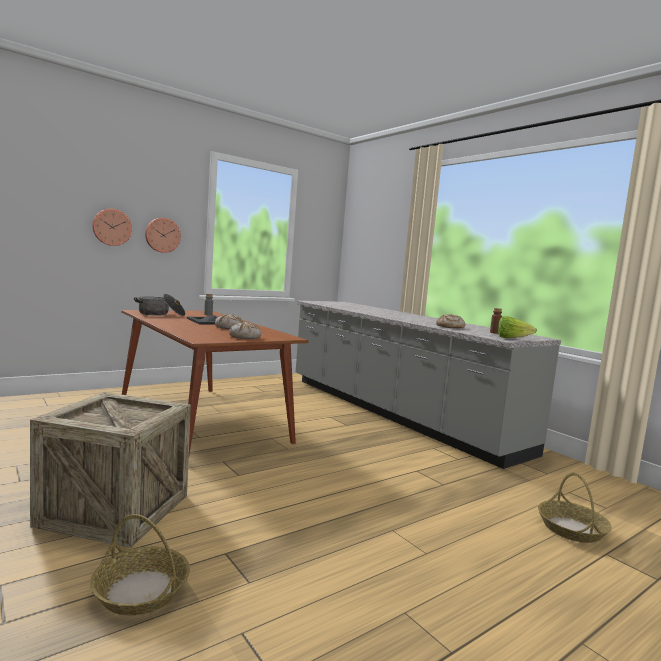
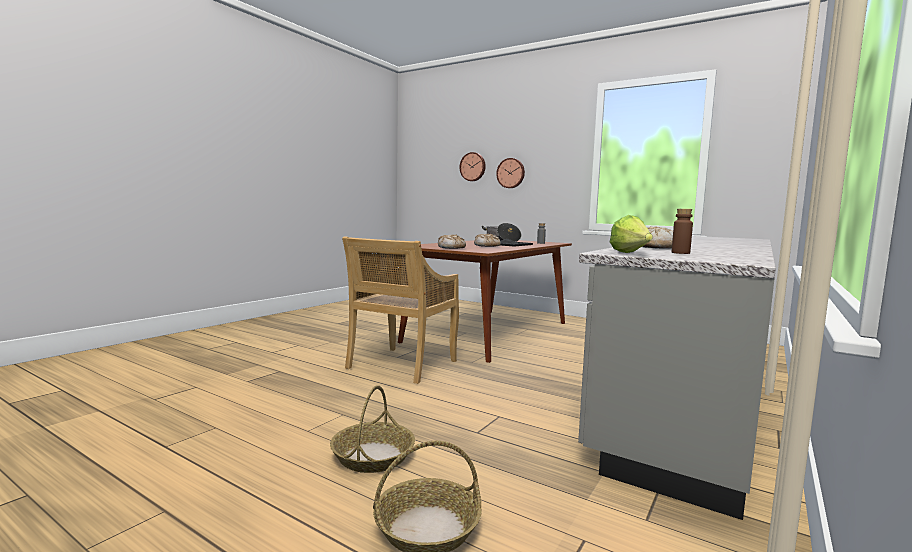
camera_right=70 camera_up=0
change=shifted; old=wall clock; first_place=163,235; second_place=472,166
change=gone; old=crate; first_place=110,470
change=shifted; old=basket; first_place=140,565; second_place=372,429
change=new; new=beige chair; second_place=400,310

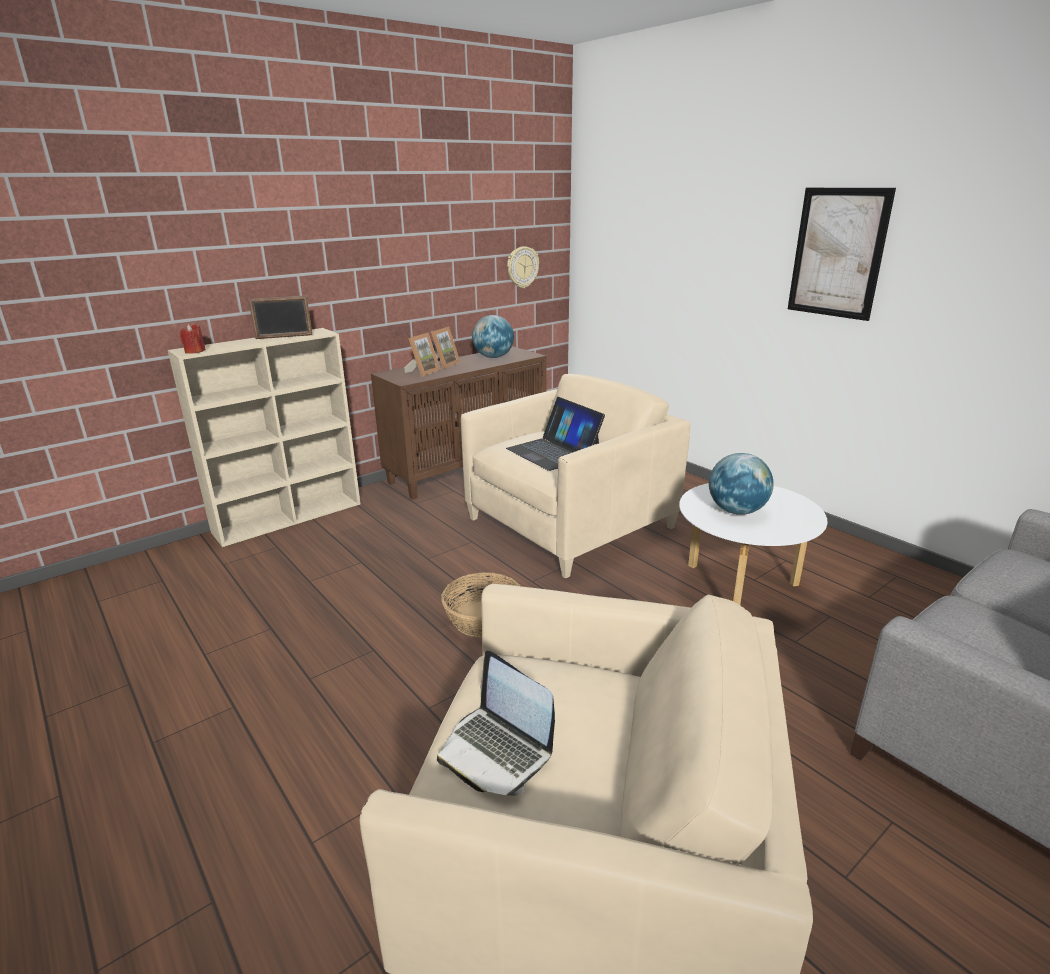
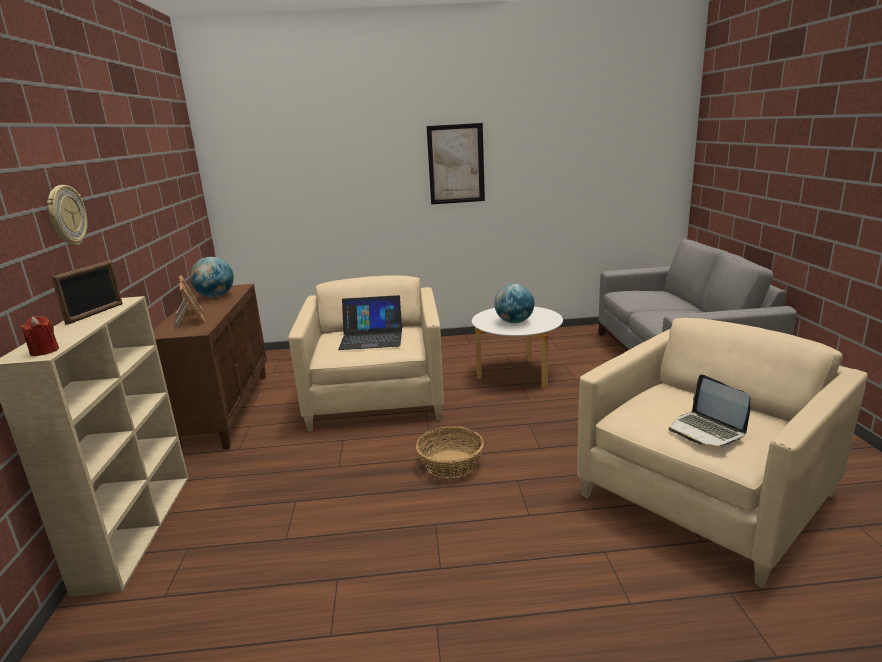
camera_right=-55 camera_up=-5
change=shifted; old=wall clock; first_place=523,267; second_place=67,215
change=rotated; old=laptop; first_place=496,723; second_place=709,410; degrees=75

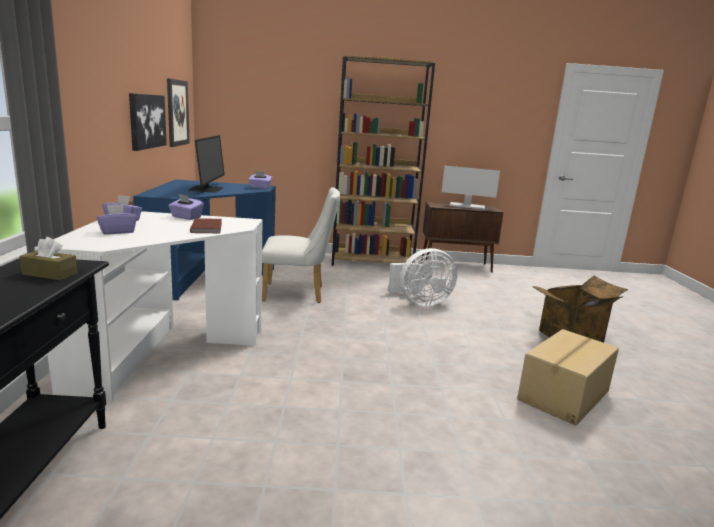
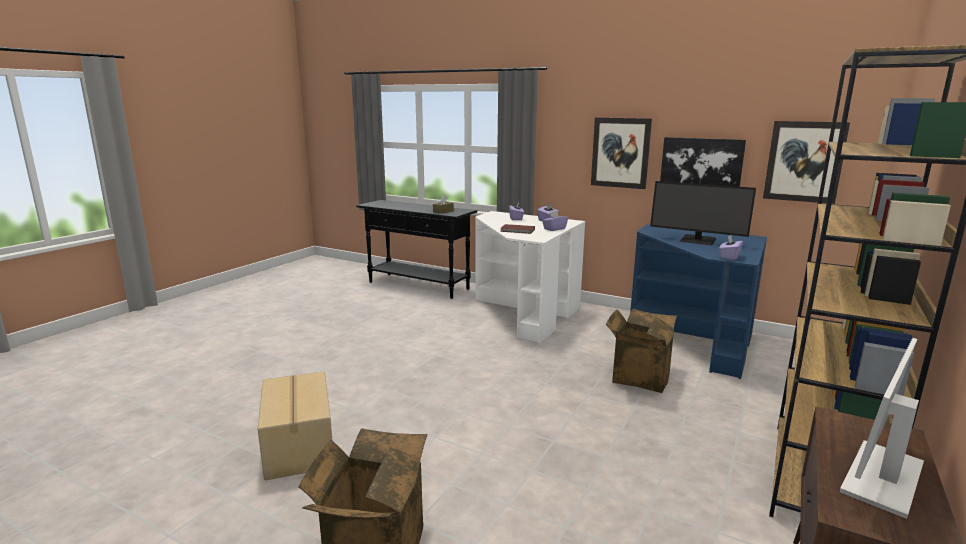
camera_right=120 camera_up=0
change=swapped; old=white chair; new=cardboard box; first_place=301,245; second_place=641,351
change=gone; old=white fan; first_place=423,277
change=new; new=picture; second_place=621,153

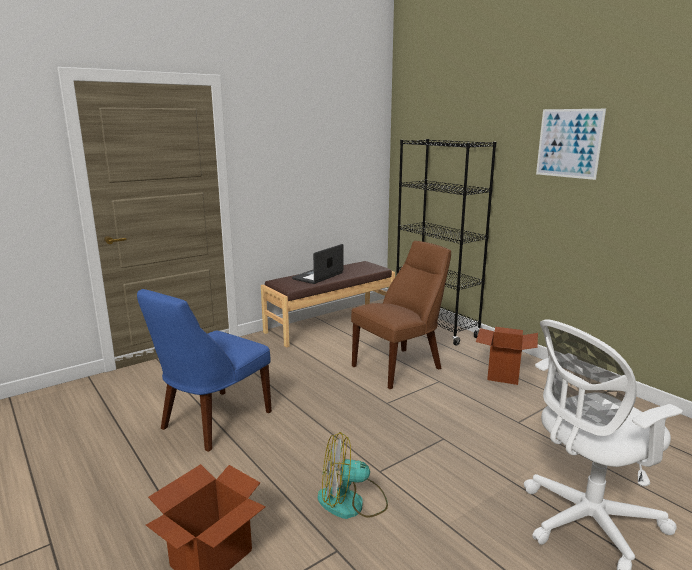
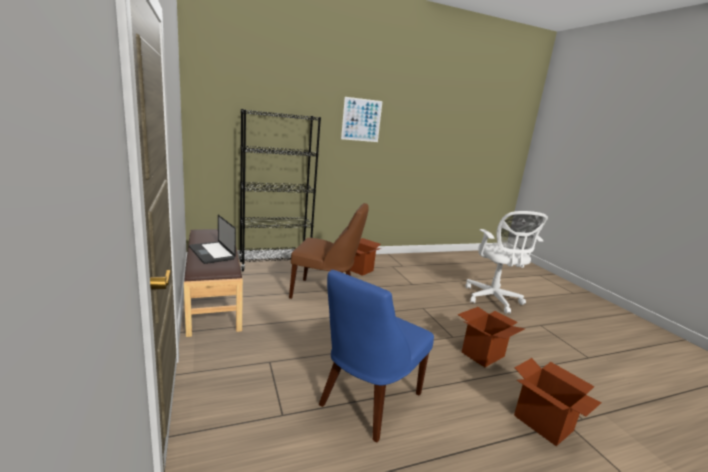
camera_right=-75 camera_up=0
change=rotated; old=brown chair; first_place=401,315; second_place=329,251; degrees=120
change=rotated; old=blue chair; first_place=204,370; second_place=376,356; degrees=75
change=swapped; old=fan; new=cardboard box; first_place=353,475; second_place=491,337

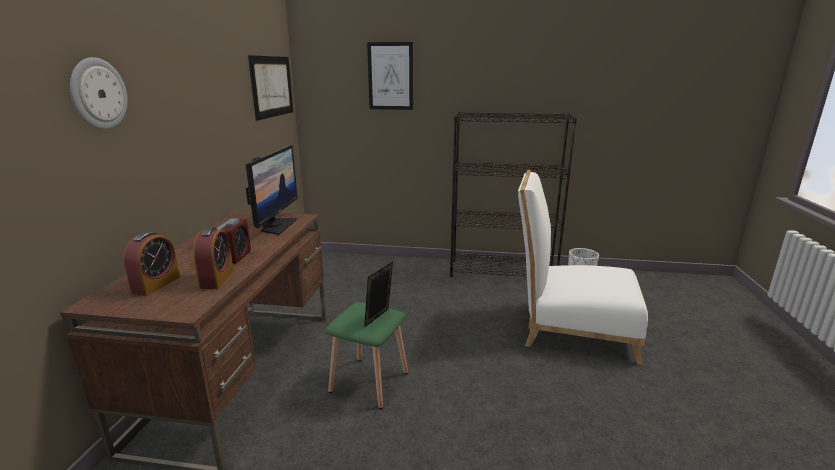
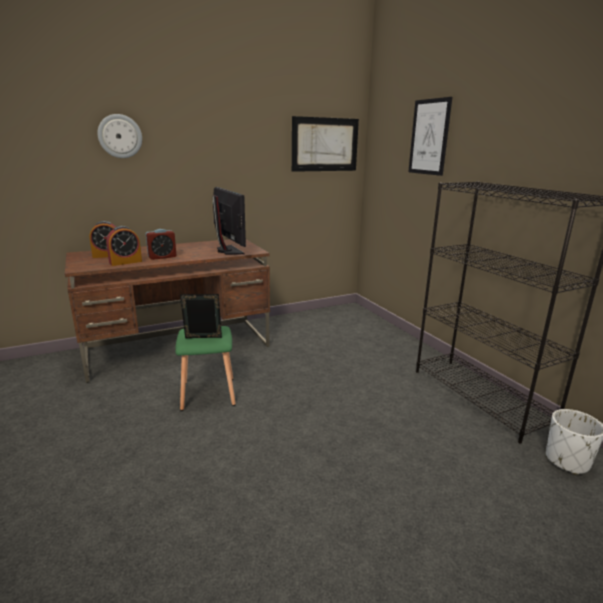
camera_right=55 camera_up=0
change=rotated; old=monitor; first_place=272,190; second_place=229,221; degrees=-90
change=gone; old=white chair; first_place=583,267

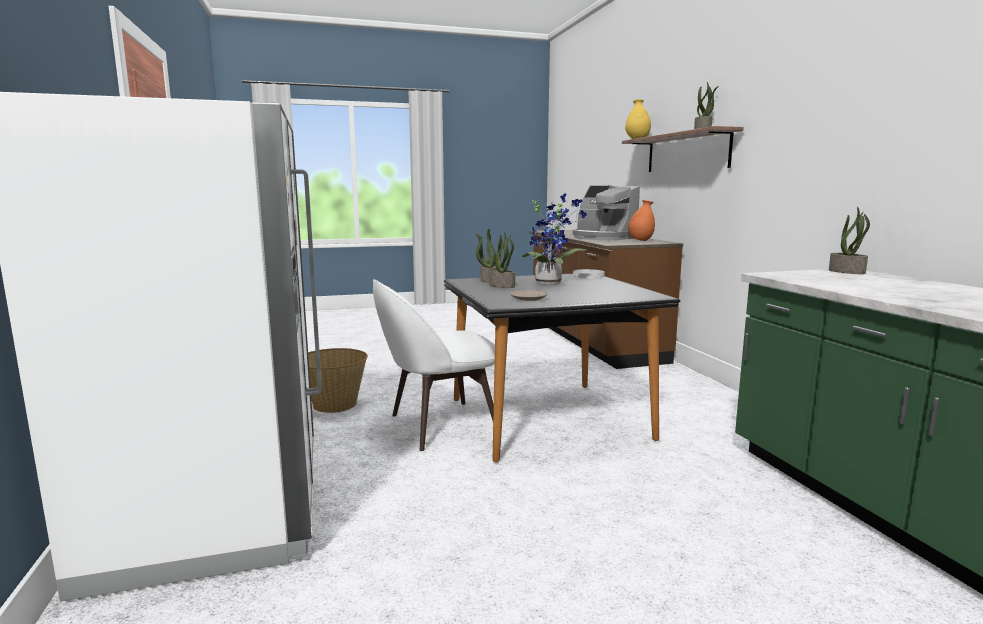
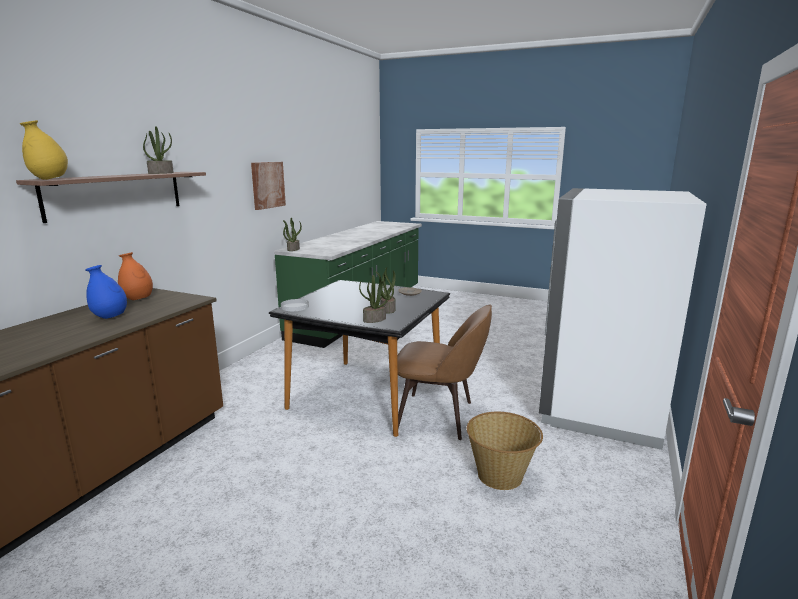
camera_right=-140 camera_up=5
change=swapped; old=coffee machine; new=blue vase; first_place=606,213; second_place=106,292
change=gone; old=potted plant; first_place=555,239
change=repainted; old=white chair; new=brown chair; first_place=433,365; second_place=444,372
change=new; new=picture; second_place=268,186

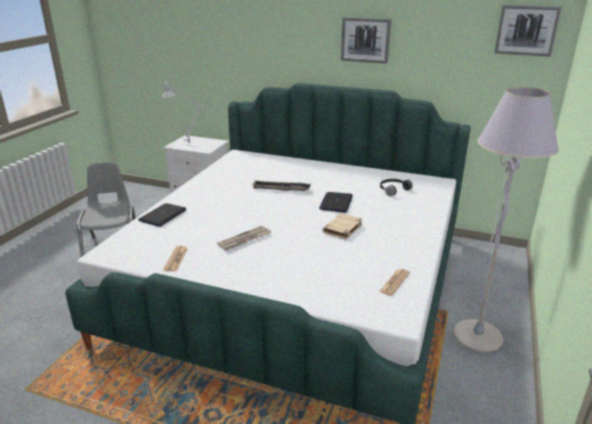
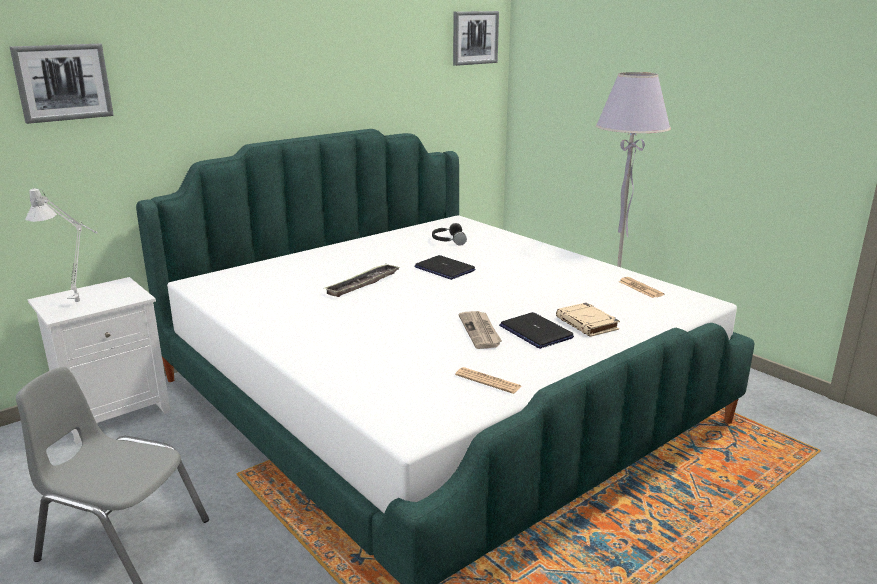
camera_right=-60 camera_up=-5
change=shifted; old=picture; first_place=366,40; second_place=62,84
change=shifted; old=laptop; first_place=162,215; second_place=536,330
change=shifted; old=beige book; first_place=343,226; second_place=588,320

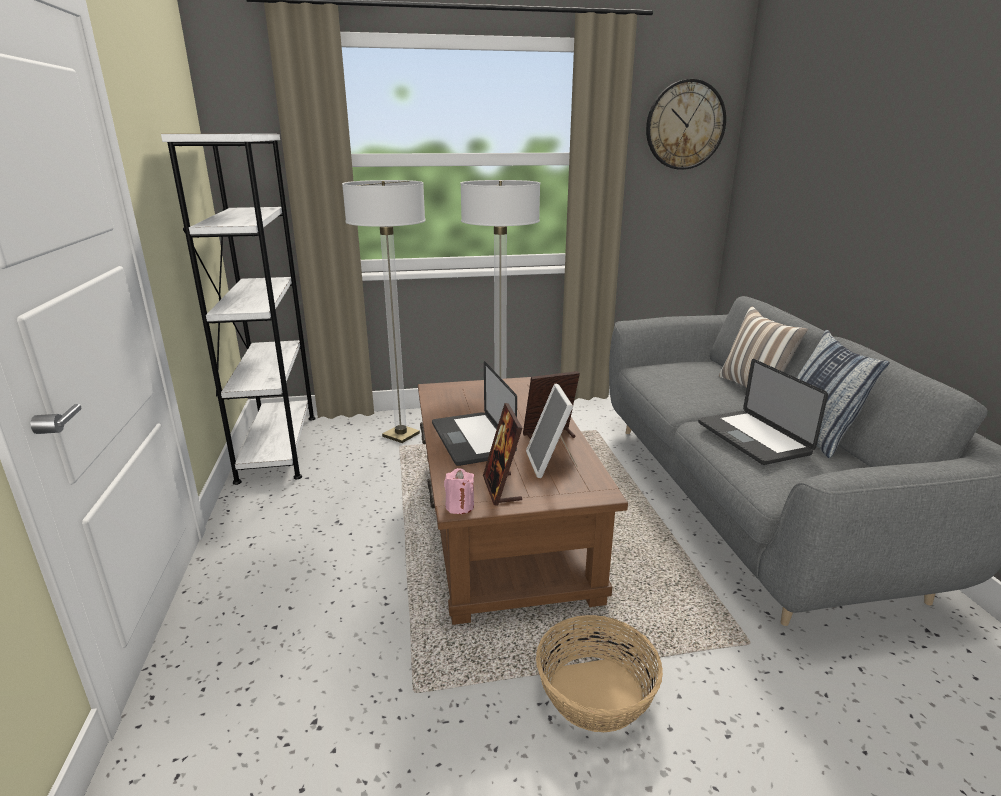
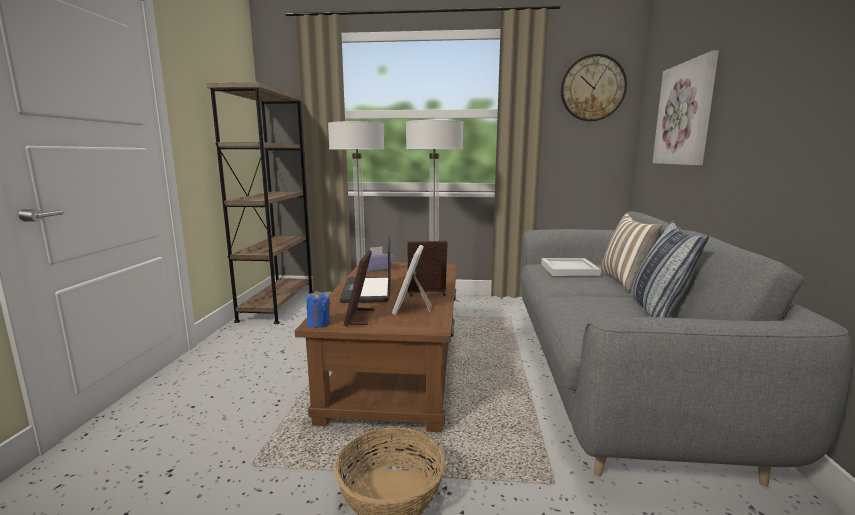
camera_right=15 camera_up=-10
change=repainted; old=white bookcase; new=brown bookcase; first_place=238,309; second_place=259,203
change=gone; old=laptop; first_place=763,412
change=repainted; old=pink candle; new=blue candle; first_place=459,491; second_place=318,310
change=new; new=picture; second_place=685,107
change=new; new=purple tissue box; second_place=377,259
change=new; new=white tray; second_place=571,267

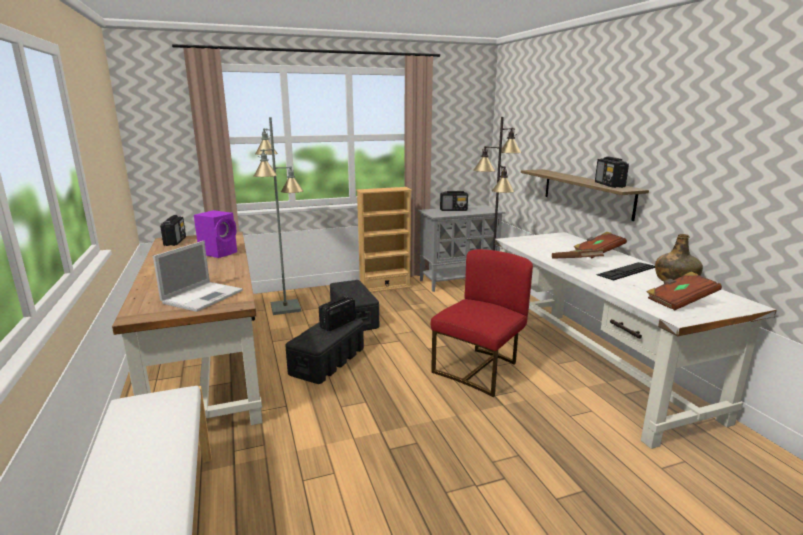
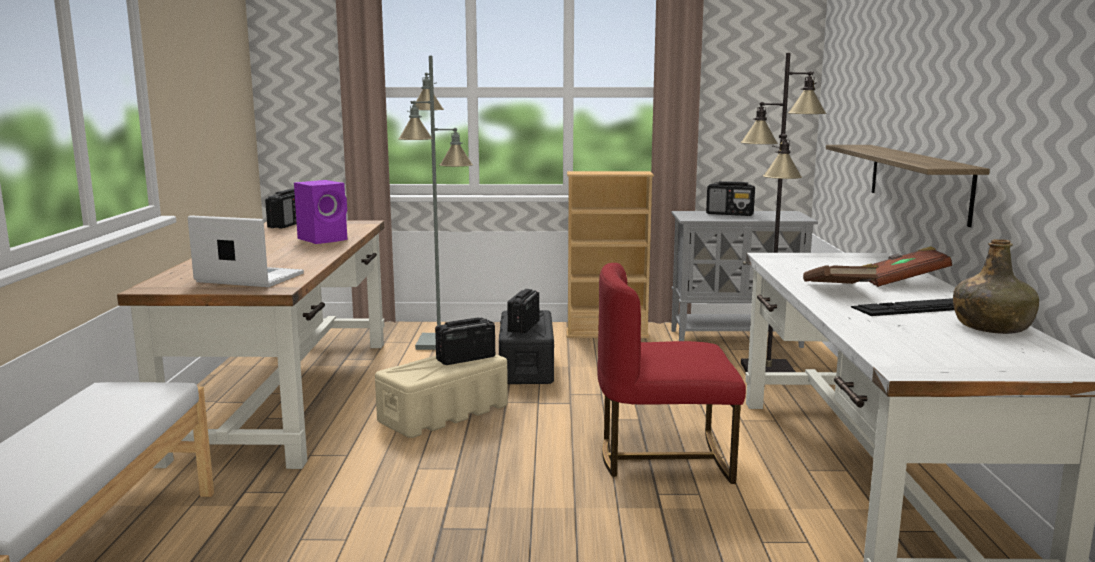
camera_right=20 camera_up=-5
change=shifted; old=radio; first_place=612,172; second_place=523,311
change=rotated; old=laptop; first_place=198,276; second_place=246,251; degrees=-120
change=rotated; old=red chair; first_place=482,323; second_place=671,373; degrees=-150
change=gone; old=brown book; first_place=684,291
change=repainted; old=black storage box; new=beige storage box; first_place=324,351; second_place=441,396

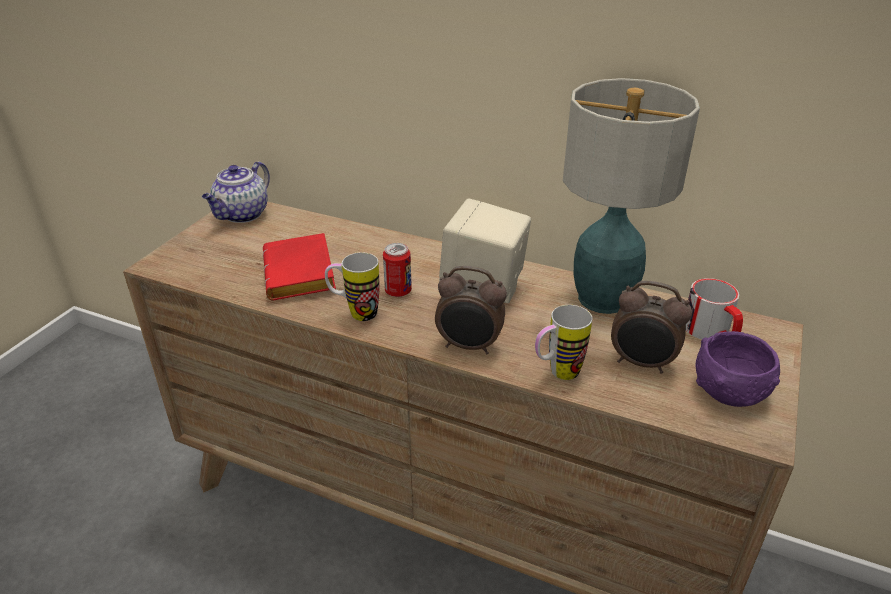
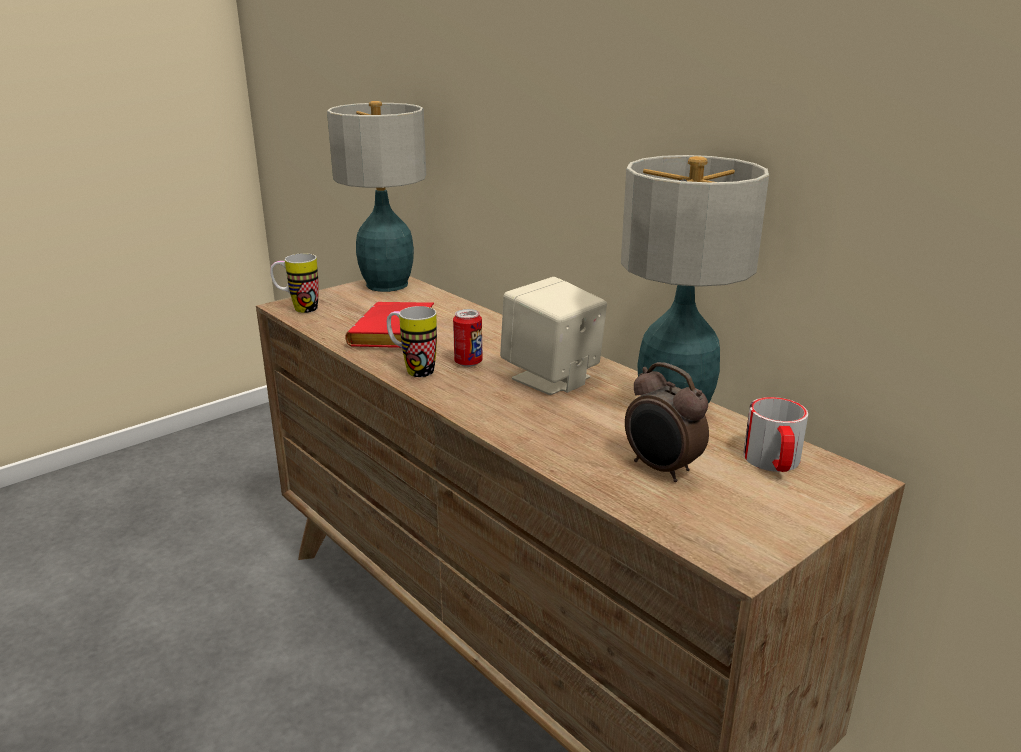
camera_right=25 camera_up=-10
change=swapped; old=teapot; new=table lamp; first_place=236,192; second_place=376,196
change=gone; old=alarm clock; first_place=471,310
change=shifted; old=mug; first_place=563,342; second_place=294,283
change=gone; old=purple bowl; first_place=737,369

